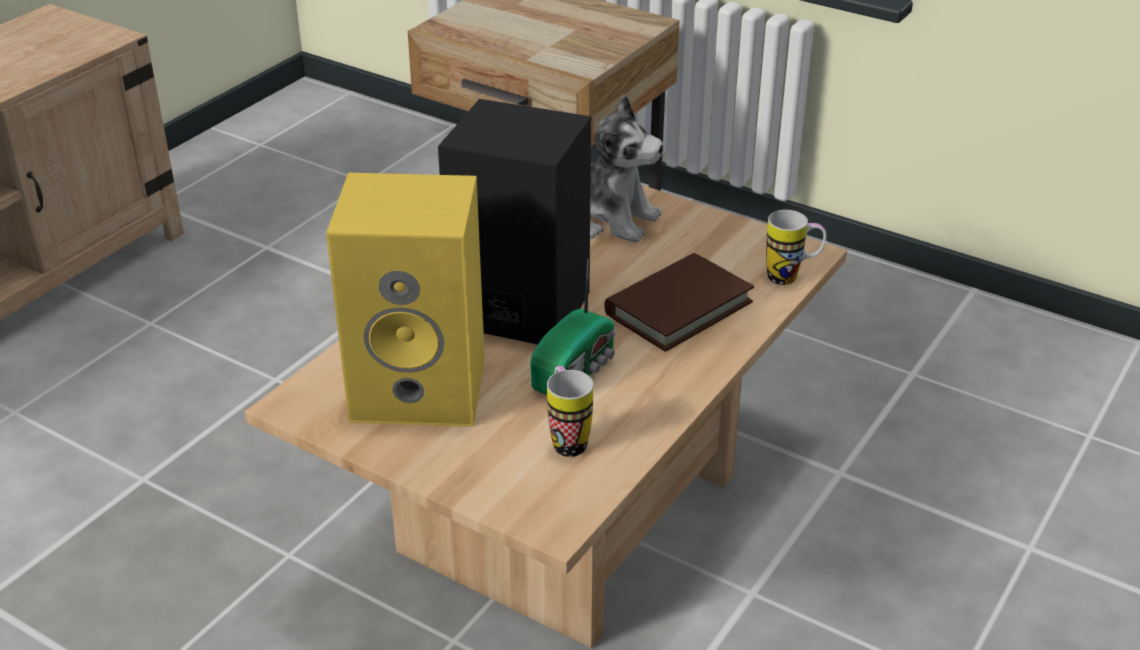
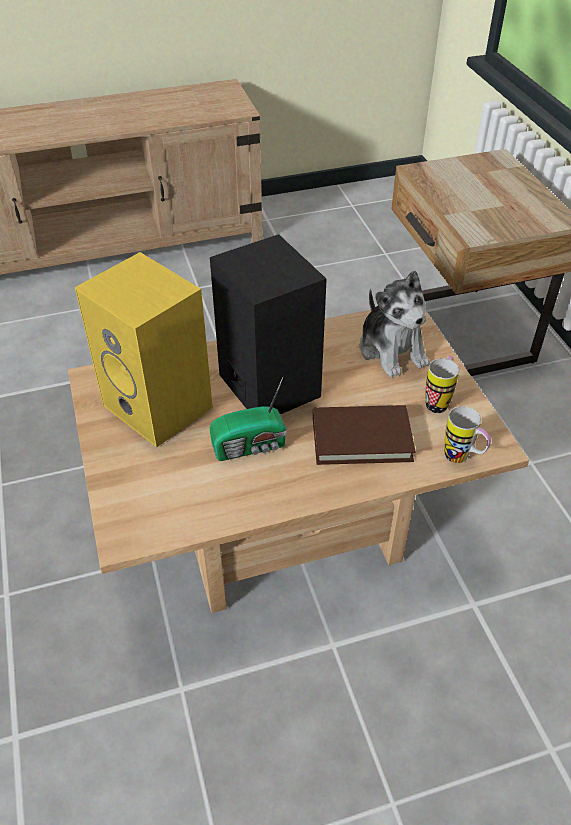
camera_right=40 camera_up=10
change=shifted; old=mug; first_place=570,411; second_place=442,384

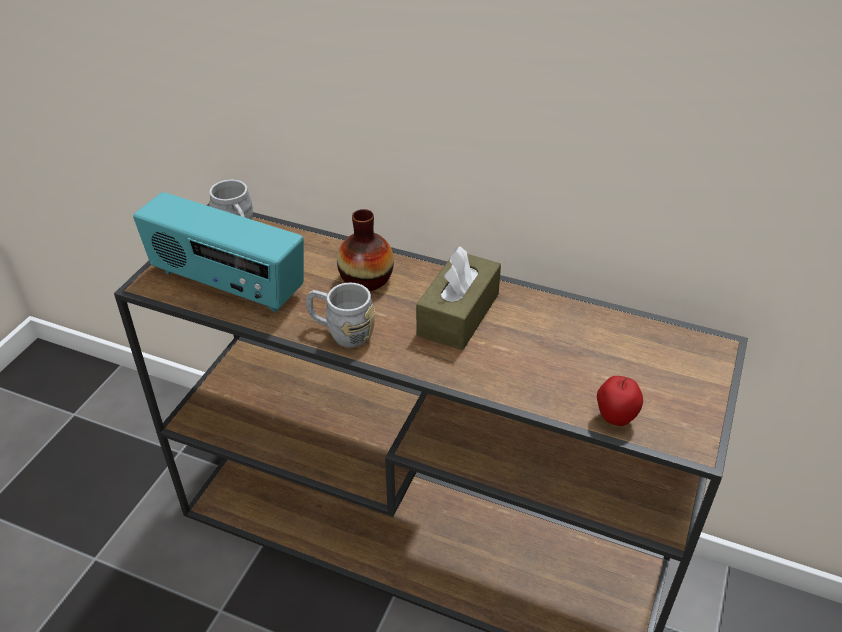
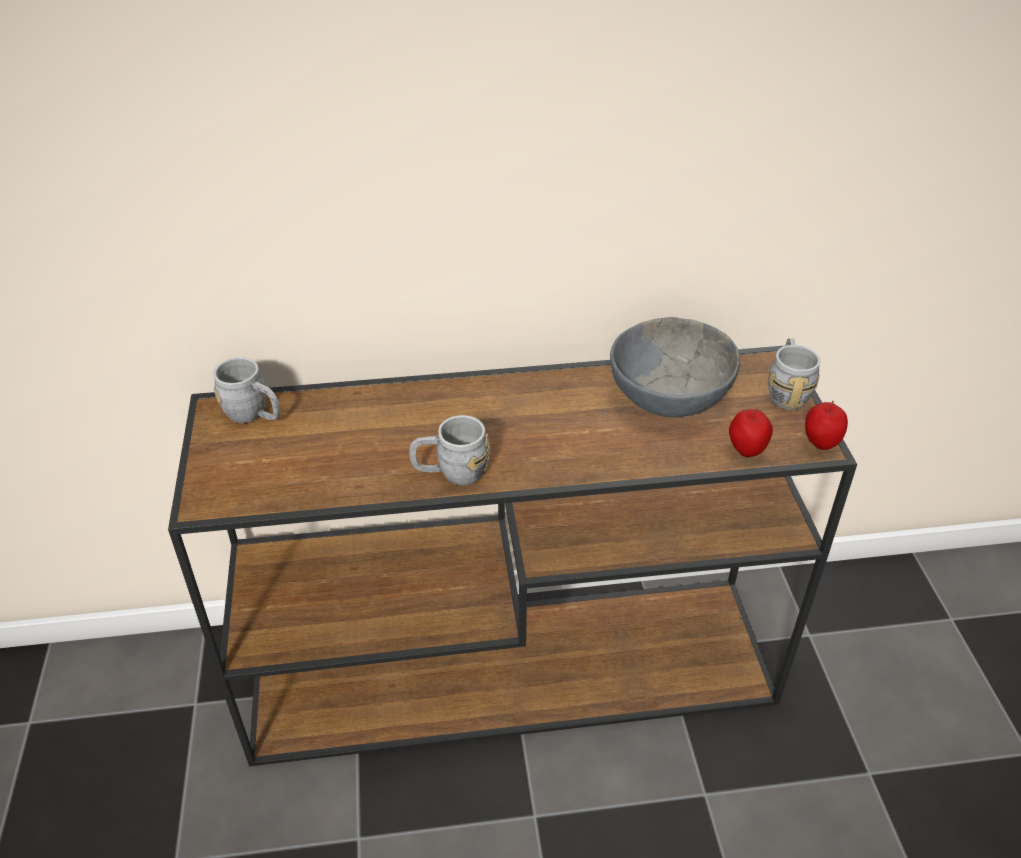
camera_right=-30 camera_up=0
change=gone; old=radio; first_place=218,252
change=gone; old=vase; first_place=365,250
change=gone; old=brown tissue box; first_place=458,298
change=new; new=grey bowl; second_place=675,367
change=new; new=grey mug; second_place=794,374
change=new; new=apple; second_place=826,425

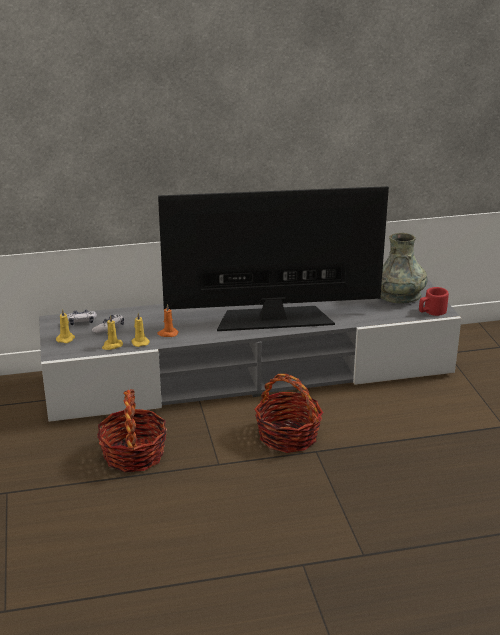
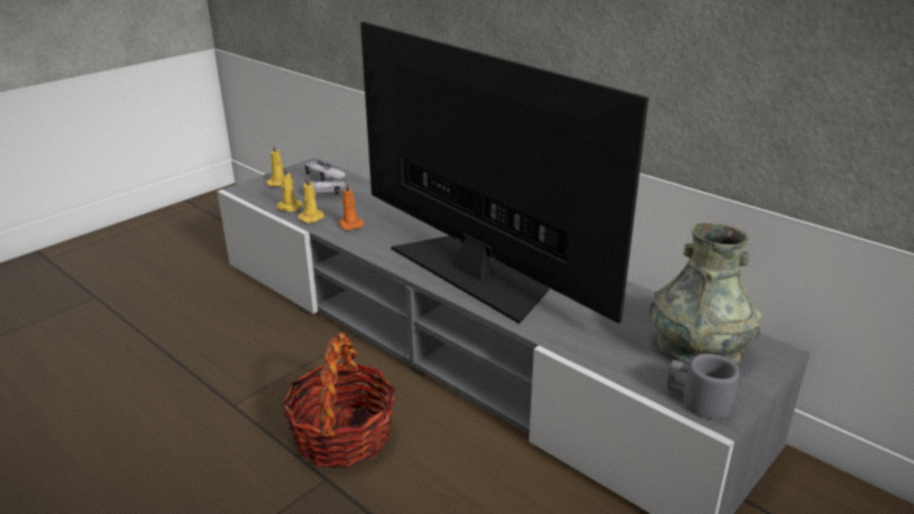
camera_right=55 camera_up=0
change=repainted; old=red mug; new=grey mug; first_place=434,301; second_place=703,386
change=gone; old=basket; first_place=132,430

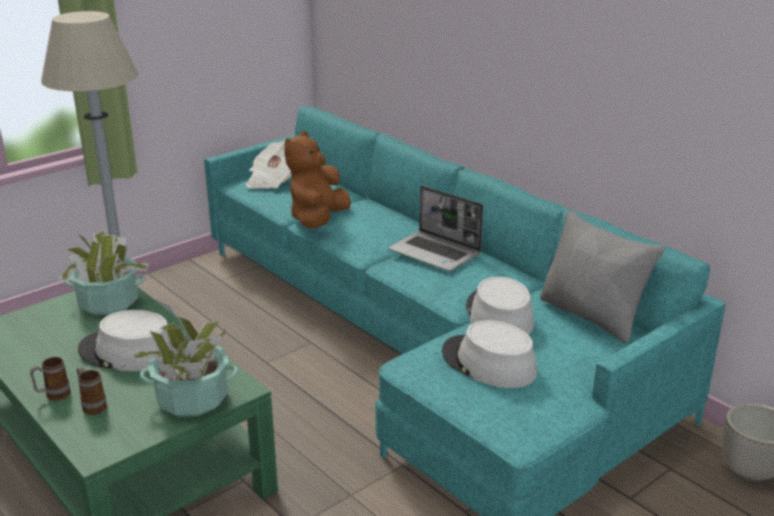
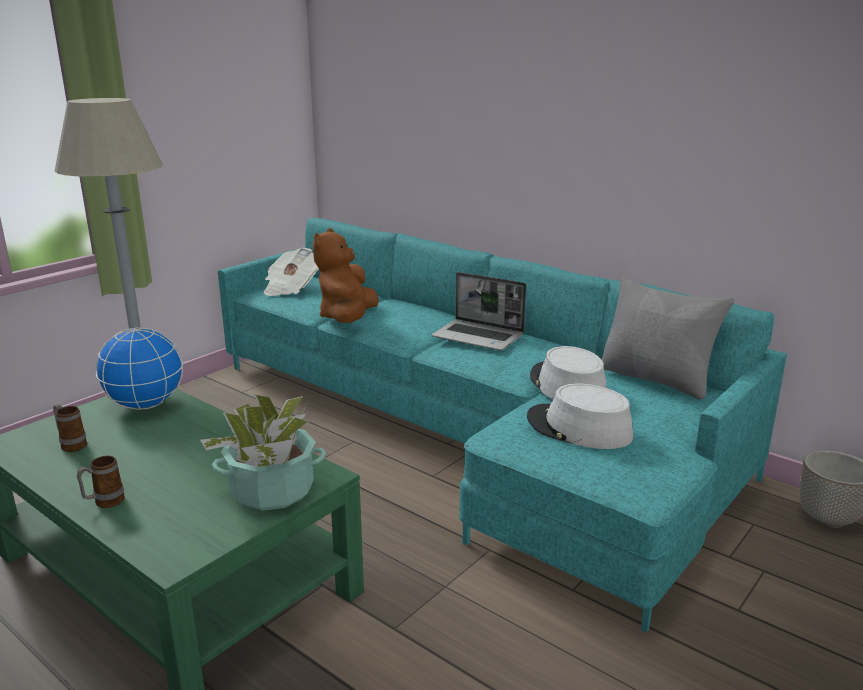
camera_right=-10 camera_up=-5
change=swapped; old=potted plant; new=globe; first_place=103,272; second_place=139,368
change=gone; old=grey hat; first_place=124,340
change=shifted; old=mug; first_place=92,391; second_place=70,428

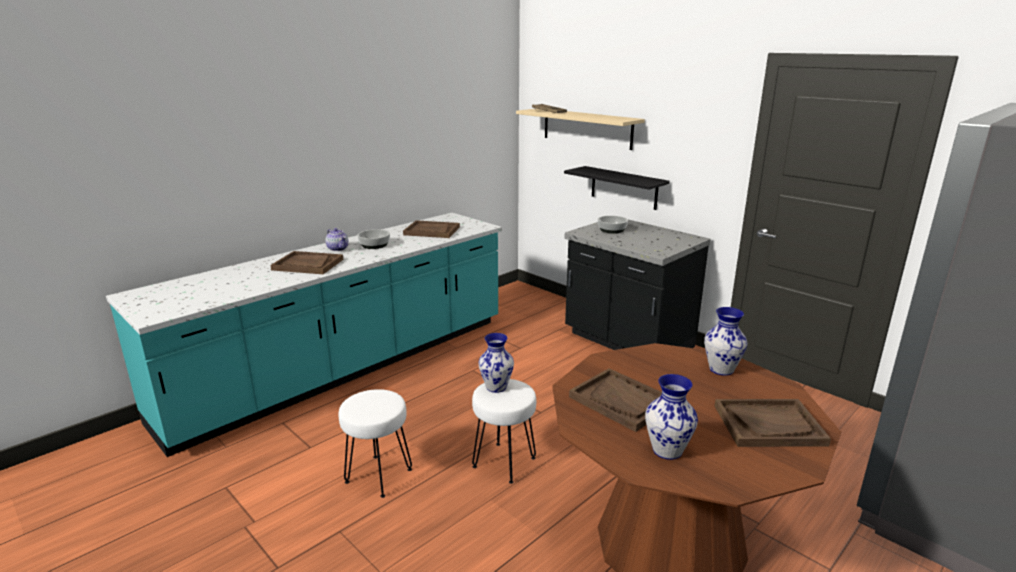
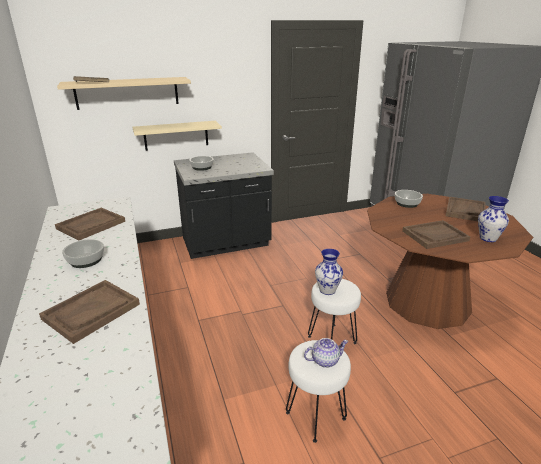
camera_right=-65 camera_up=5
change=repainted; old=black shelf; new=beige shelf; first_place=617,188; second_place=177,136
change=shifted; old=teapot; first_place=337,239; second_place=326,353
change=swapped; old=vase; new=bowl; first_place=725,341; second_place=409,199

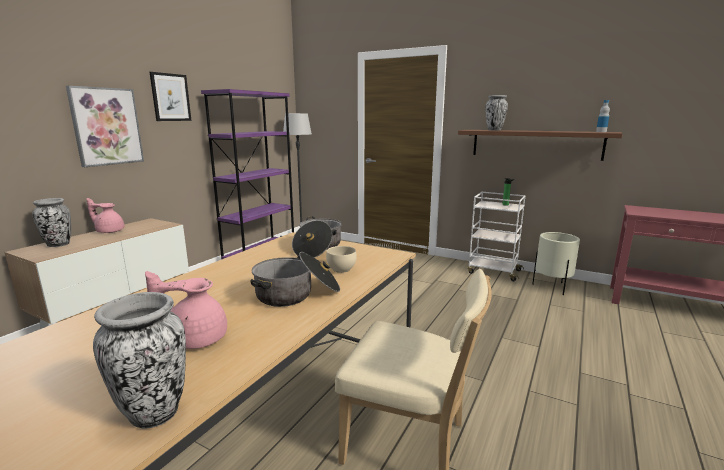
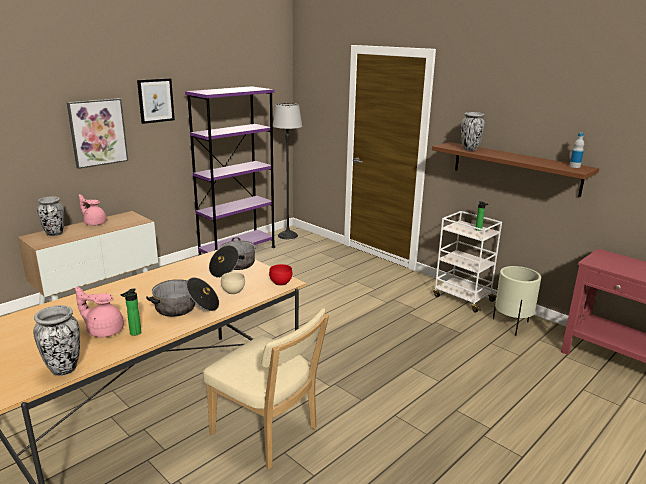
camera_right=15 camera_up=5
change=new; new=red bowl; second_place=280,275
change=new; new=bottle; second_place=131,312

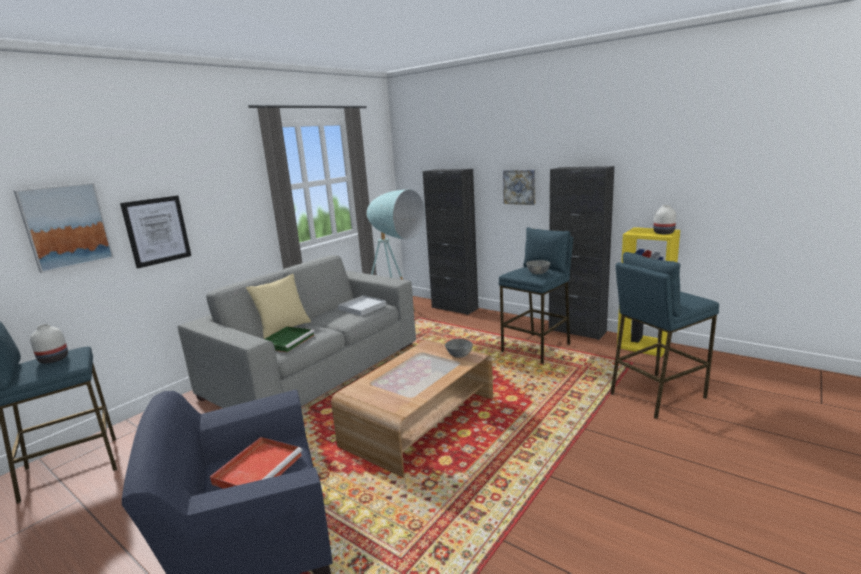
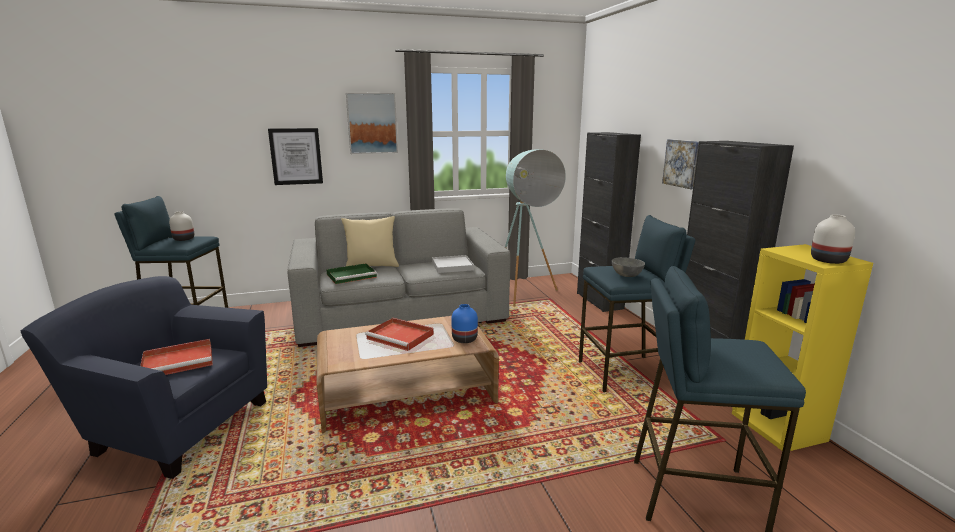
camera_right=35 camera_up=0
change=shifted; old=picture; first_place=64,228; second_place=372,123
change=swapped; old=grey bowl; new=blue vase; first_place=459,348; second_place=464,323
change=new; new=red tray; second_place=399,334

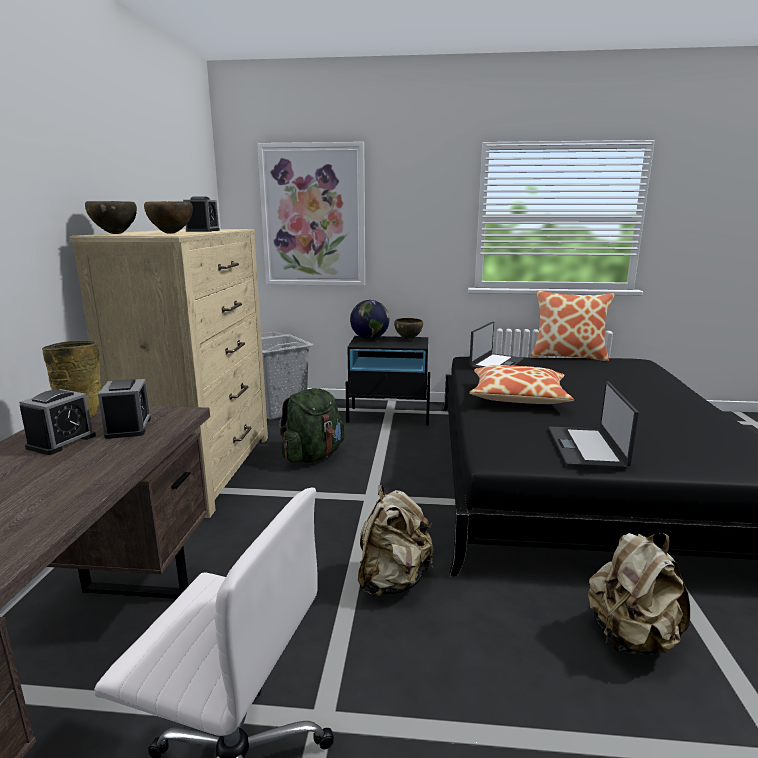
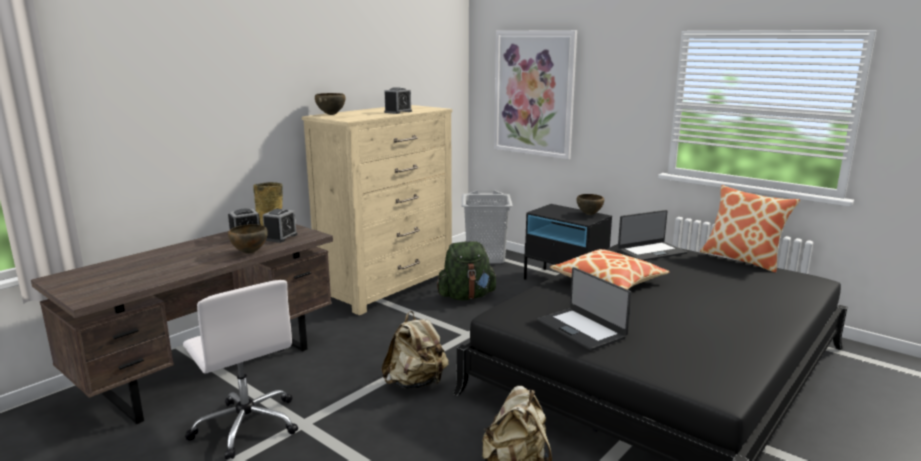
camera_right=35 camera_up=0
change=shifted; old=brown bowl; first_place=168,217; second_place=248,239
change=gone; old=globe; first_place=369,319
change=rotated; old=laptop; first_place=594,425; second_place=584,309; degrees=-75

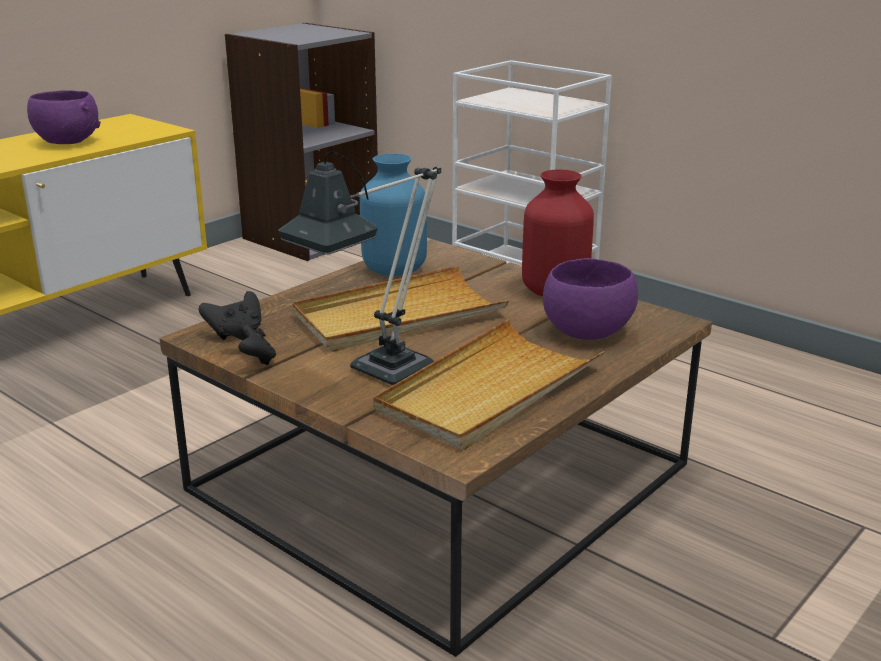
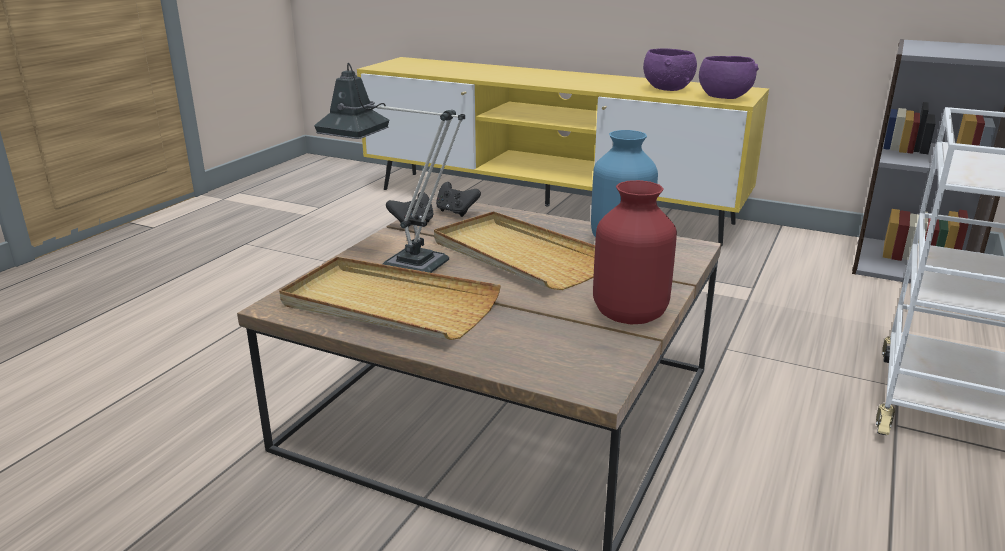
camera_right=75 camera_up=0
change=shifted; old=purple bowl; first_place=590,299; second_place=729,77

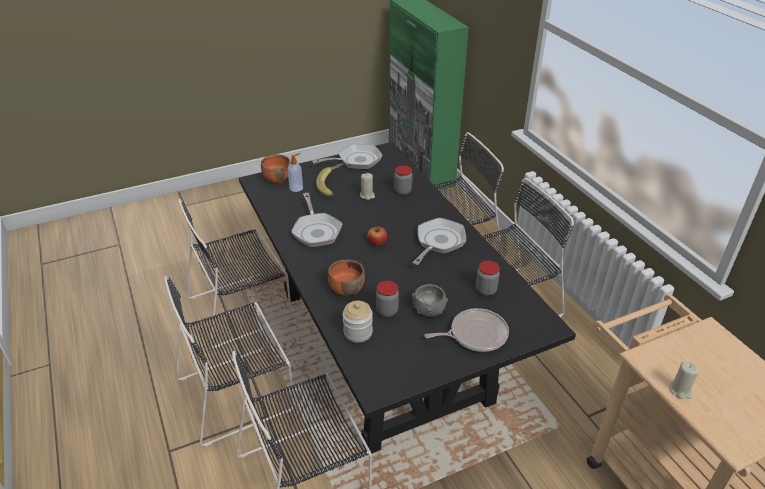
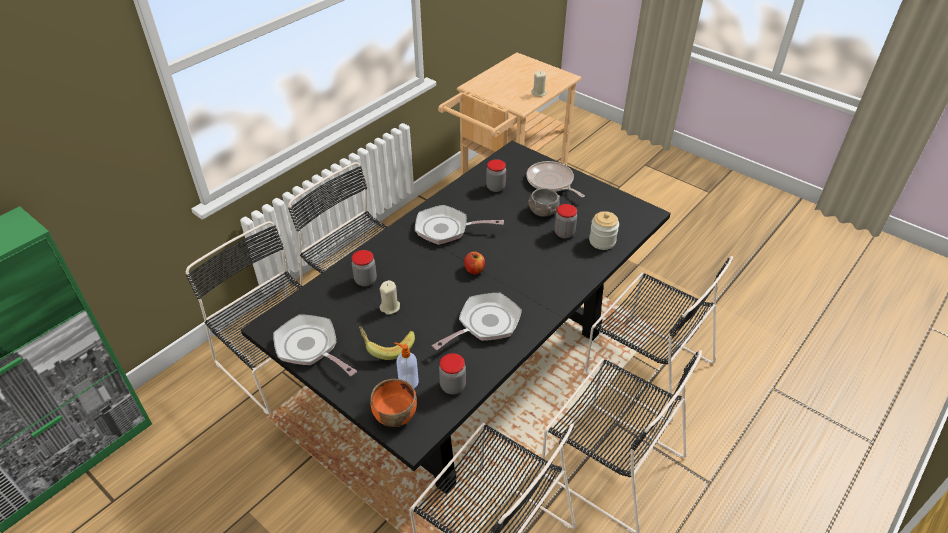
camera_right=-115 camera_up=5
change=gone; old=orange bowl; first_place=346,277
change=new; new=jar; second_place=452,373

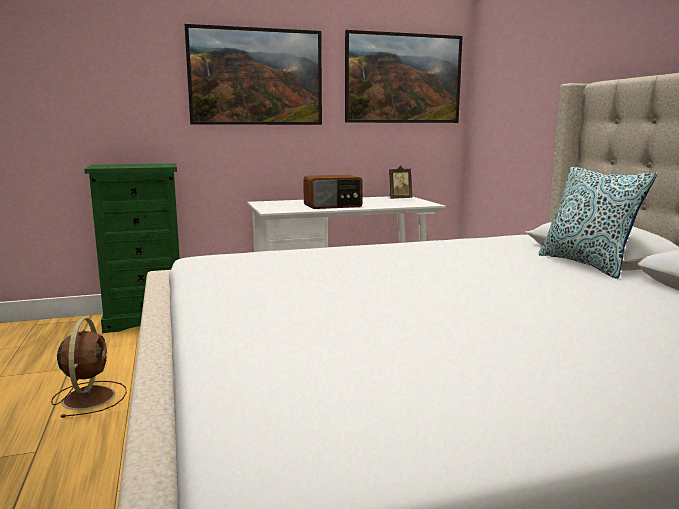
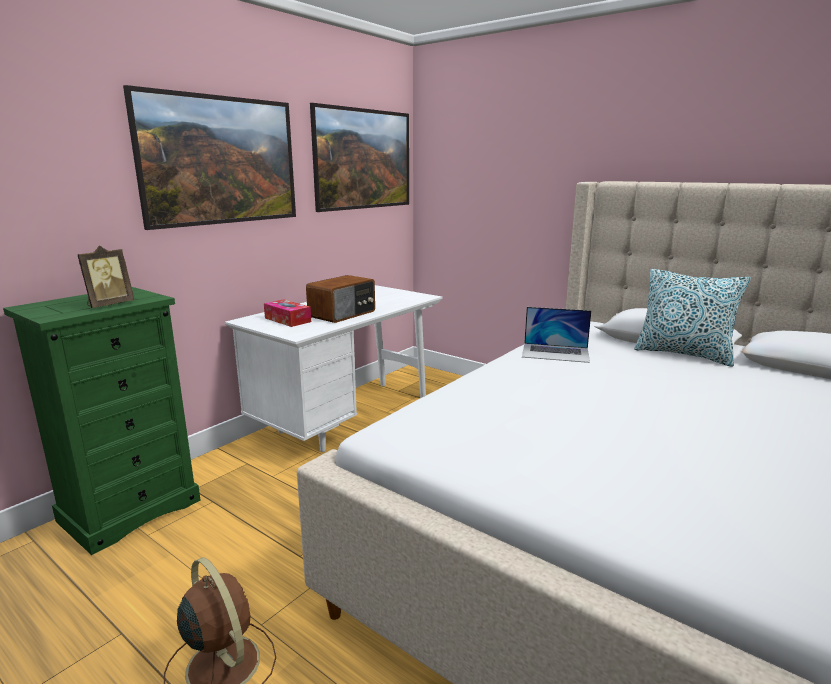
camera_right=-35 camera_up=5
change=shifted; old=picture frame; first_place=400,182; second_place=105,276
change=new; new=tissue box; second_place=287,313
change=new; new=laptop; second_place=556,335

